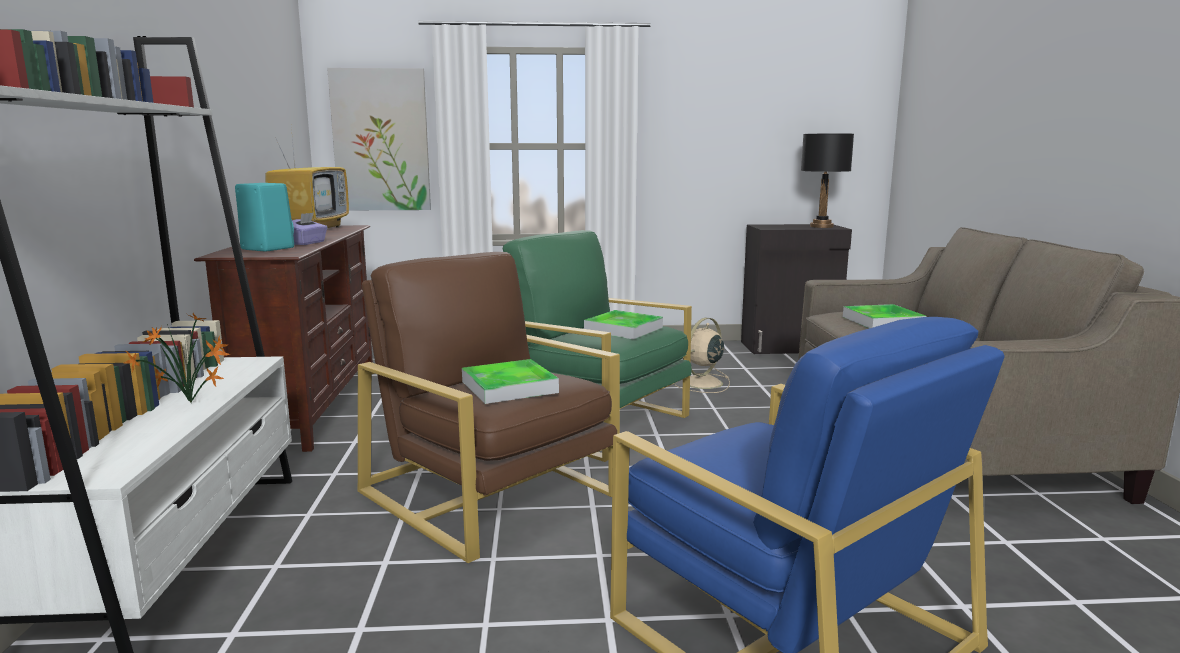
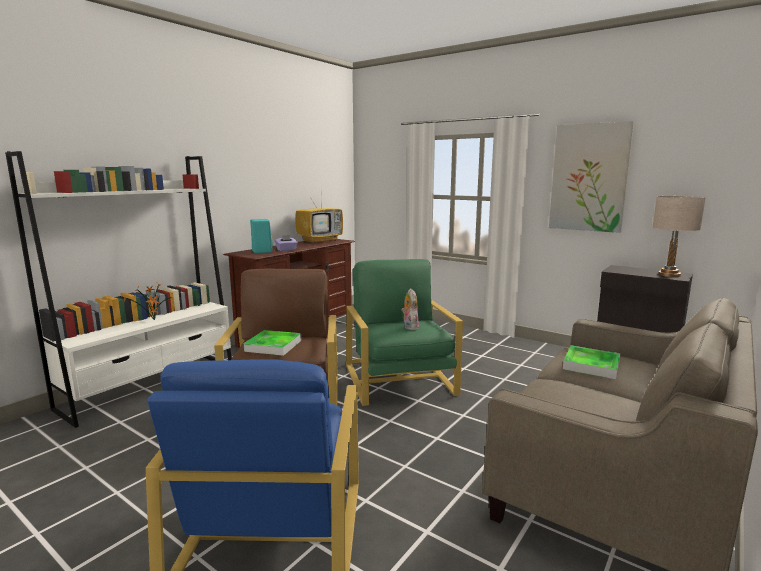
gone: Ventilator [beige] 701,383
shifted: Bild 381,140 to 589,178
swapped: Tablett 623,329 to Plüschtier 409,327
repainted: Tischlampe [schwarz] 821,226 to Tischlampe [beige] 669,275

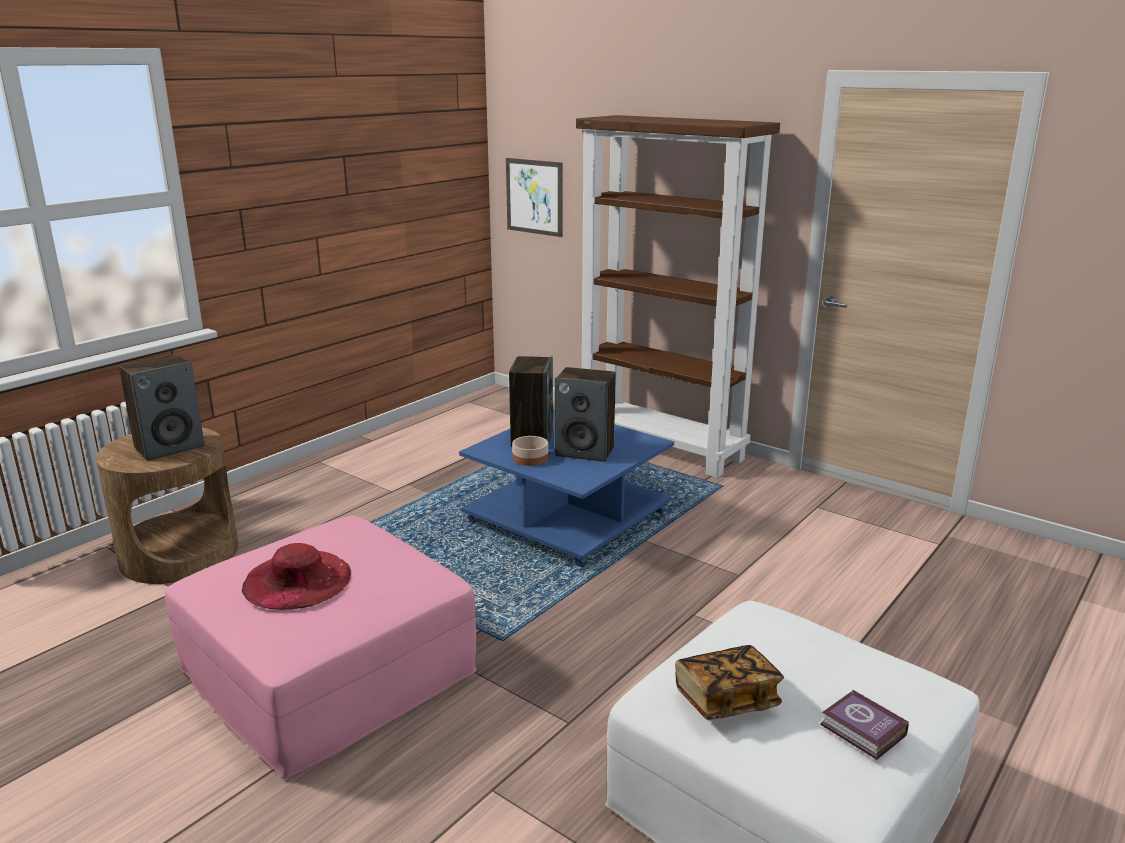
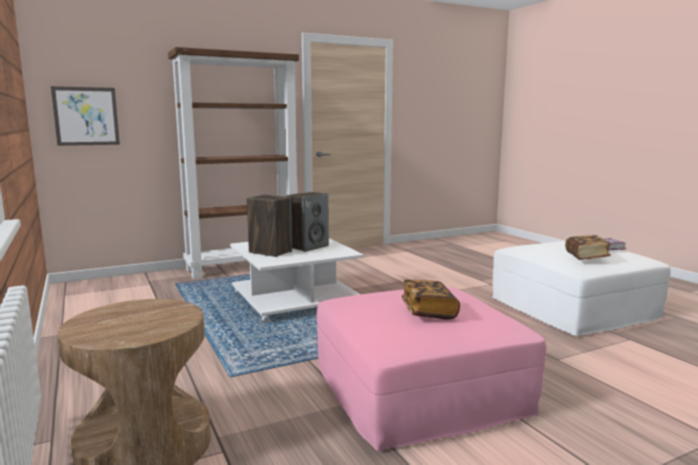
gone: Lautsprecher 169,447; Schüssel 529,458
swapped: Hut [rot] 297,580 to Buch 428,312
repainted: Couchtisch [blau] 567,516 to Couchtisch [weiß] 293,299

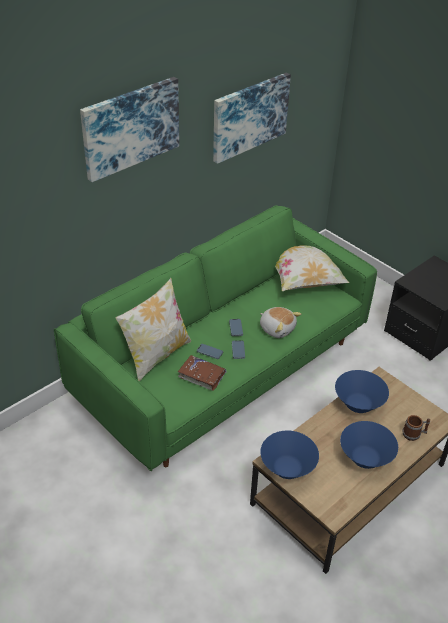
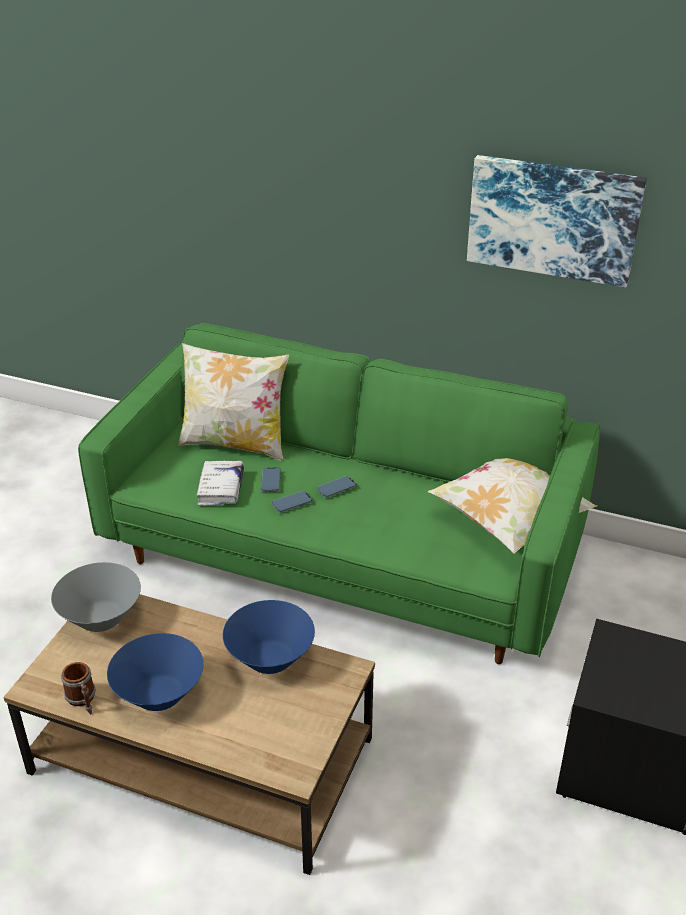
gone: Bild 130,127; Plüschtier 277,328
shifted: Henkelbecher 414,434 to 83,700
repainted: Buch [braun] 202,375 to Buch [weiß] 221,488; Schüssel [blau] 287,468 to Schüssel [grau] 101,618

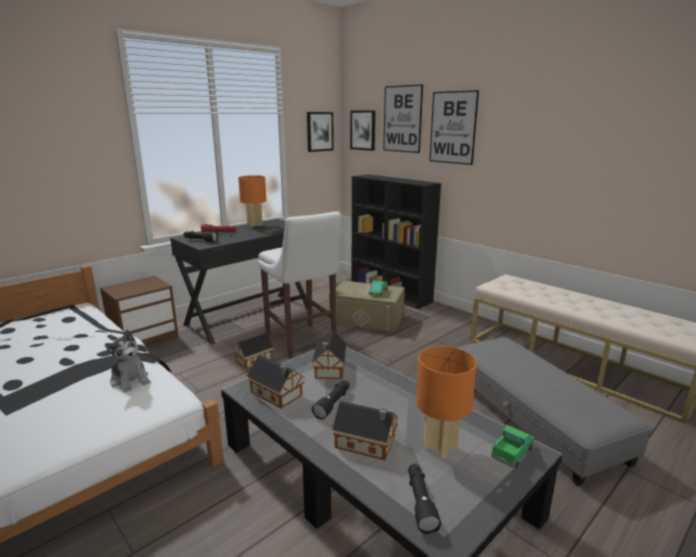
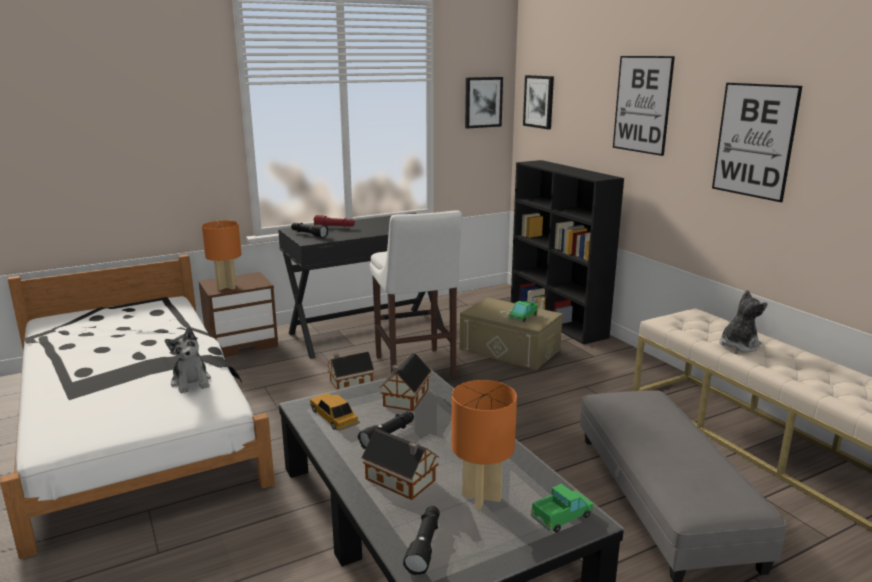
new: Plüschtier 738,345
shifted: Tischlampe [orange] 254,225 to 226,287; Bild 402,119 to 754,140
swapped: Spielzeughaus 277,394 to Spielzeugauto 333,417

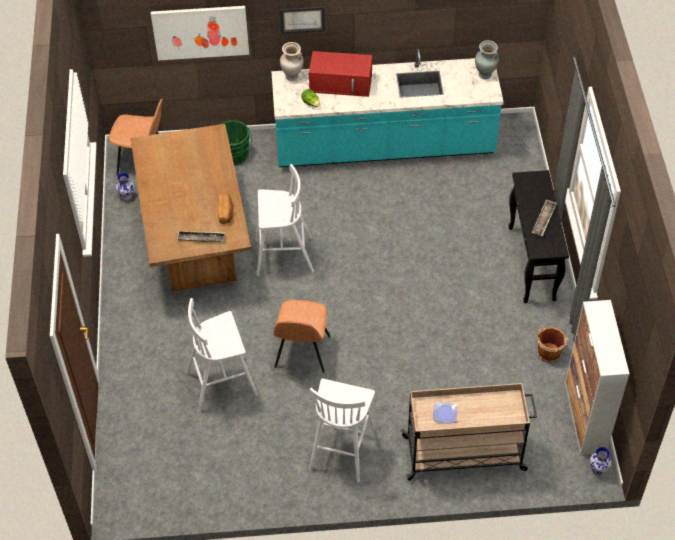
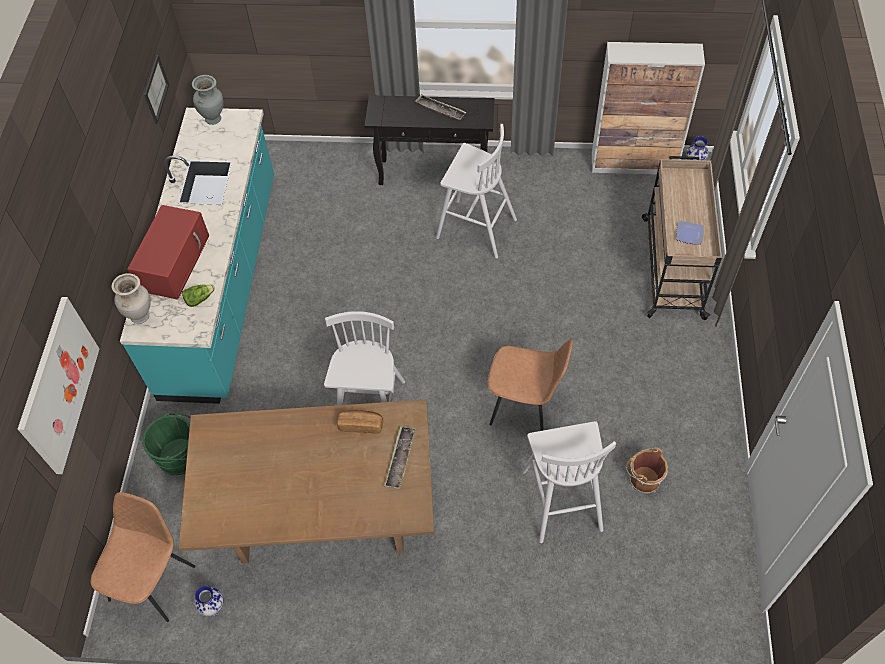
shifted: Bild 302,19 to 156,89; Hocker [weiß] 342,448 to 475,228; Eimer [braun] 549,352 to 643,479

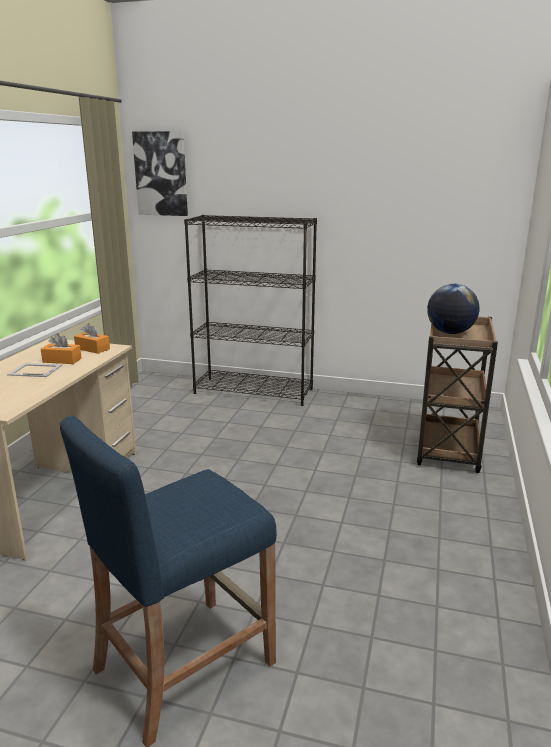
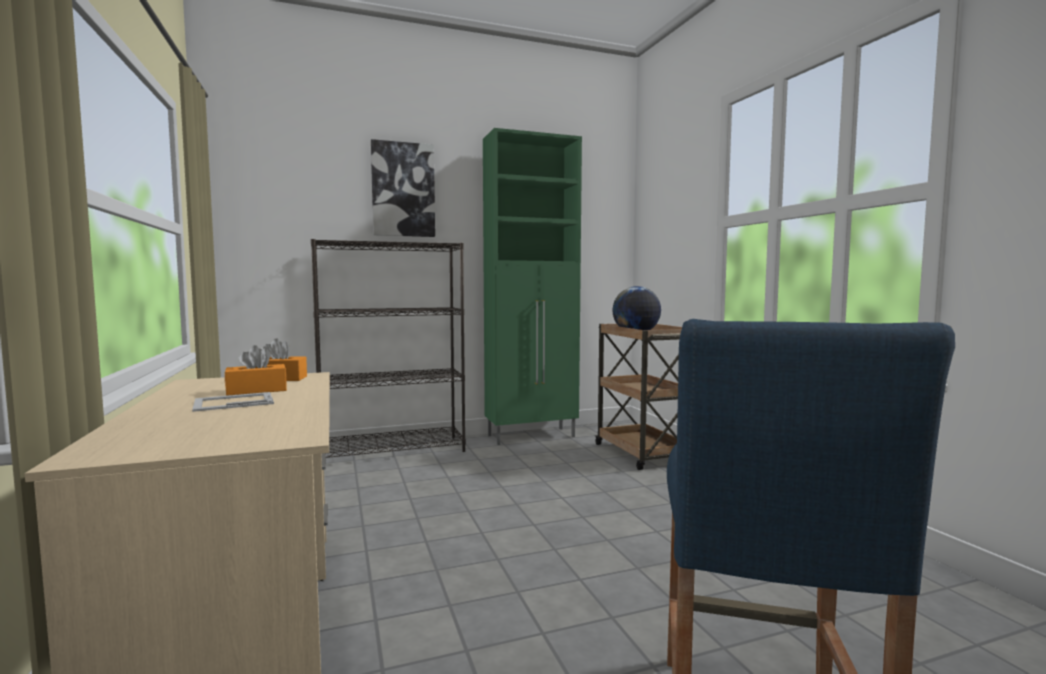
new: Schrank [grün] 532,436
shifted: Bild 161,174 to 403,190

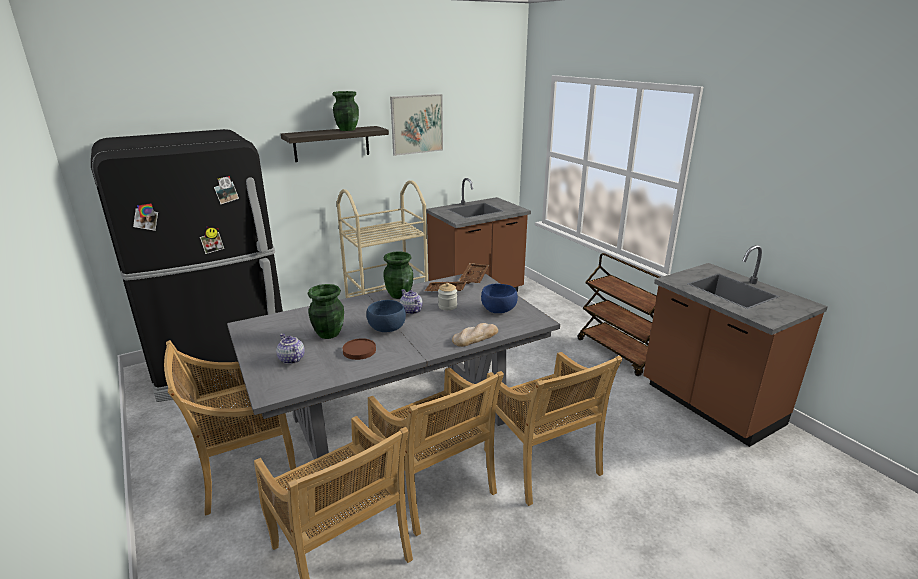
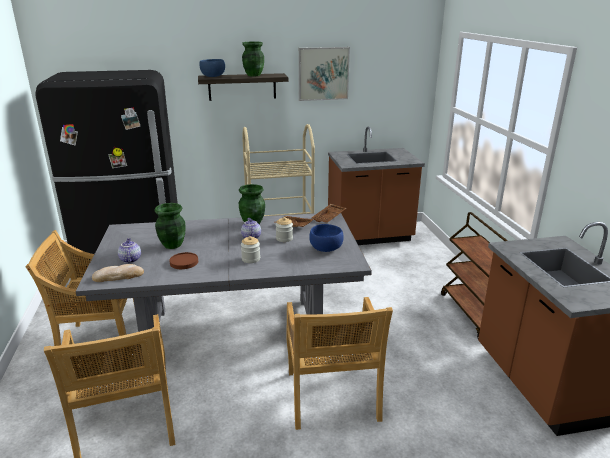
gone: Stuhl [beige] 435,487
new: Vorratsglas 251,259
shifted: Schüssel [blau] 387,328 to 213,76; Brot 475,337 to 118,276

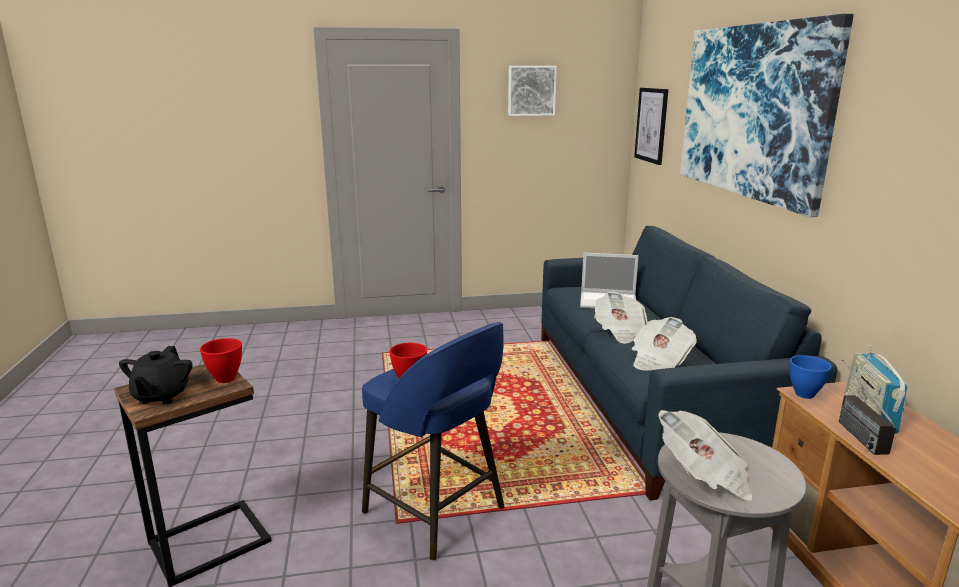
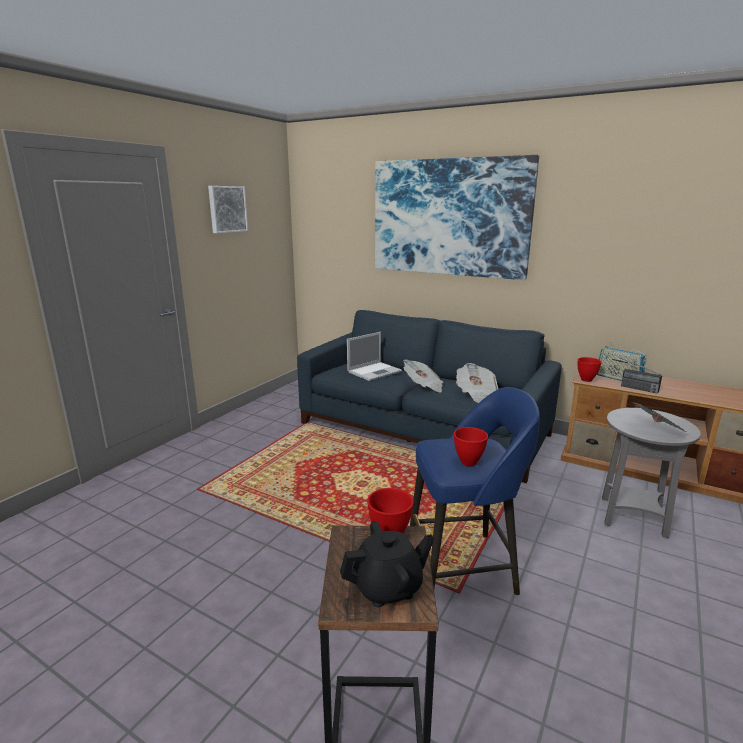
gone: Bild 651,125
repainted: Schüssel [blau] 805,394 to Schüssel [rot] 586,379
rotated: Teekanne [schwarz] 161,396 = 388,587 60 degrees counterclockwise

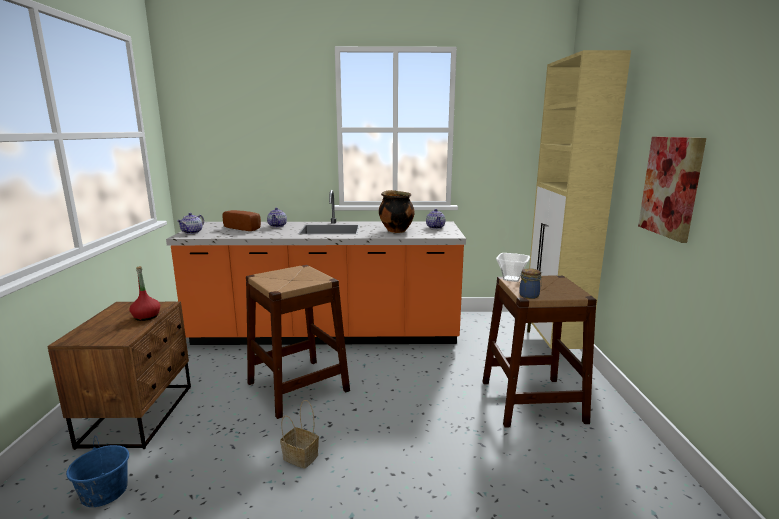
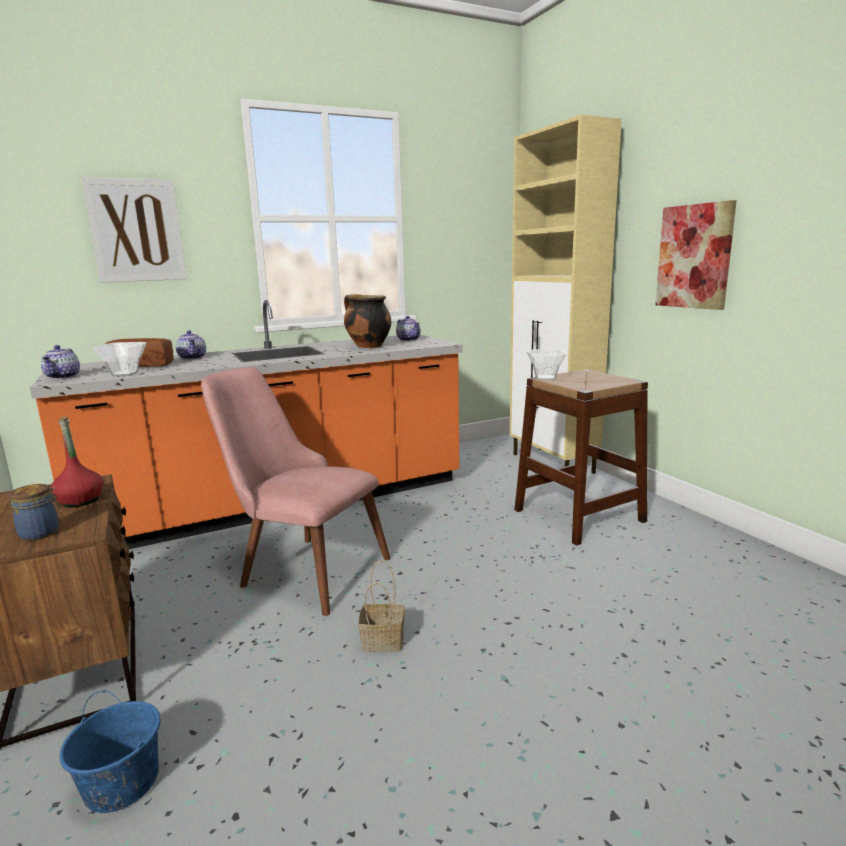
new: Bild 136,230; Schüssel 125,374
shifted: Vorratsglas 530,295 to 41,533
swapped: Hocker [braun] 298,386 to Stuhl [rosa] 301,568

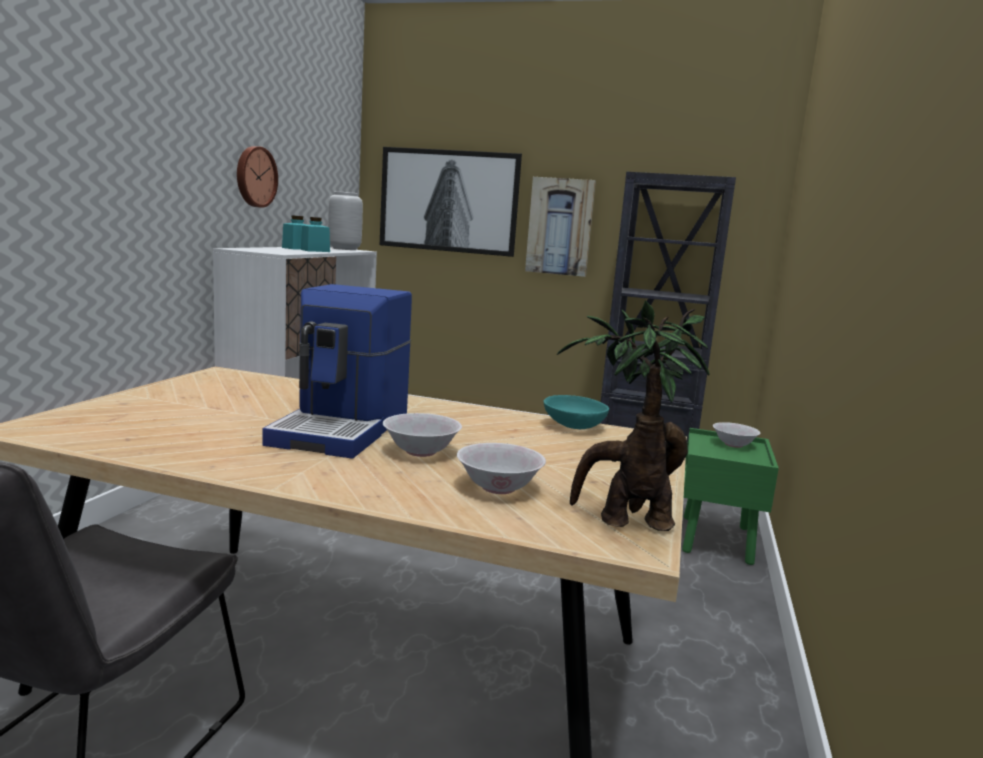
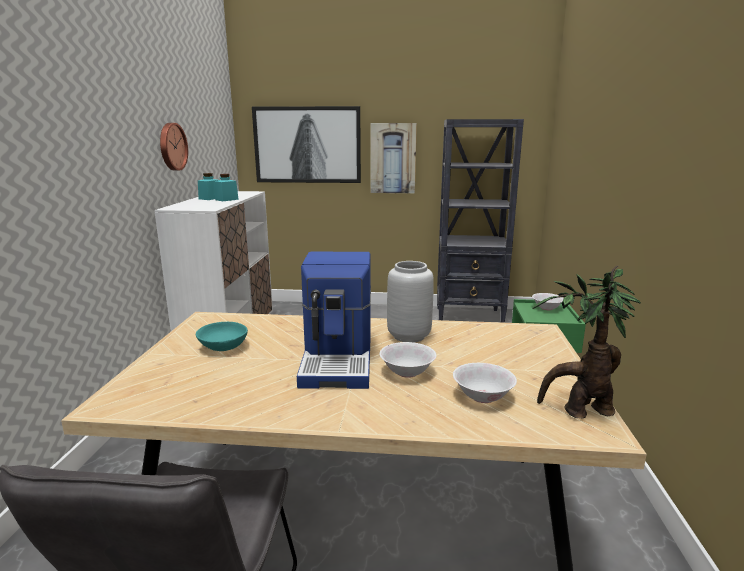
shifted: Vase [grau] 345,249 to 409,336; Schüssel [türkis] 574,426 to 224,347

